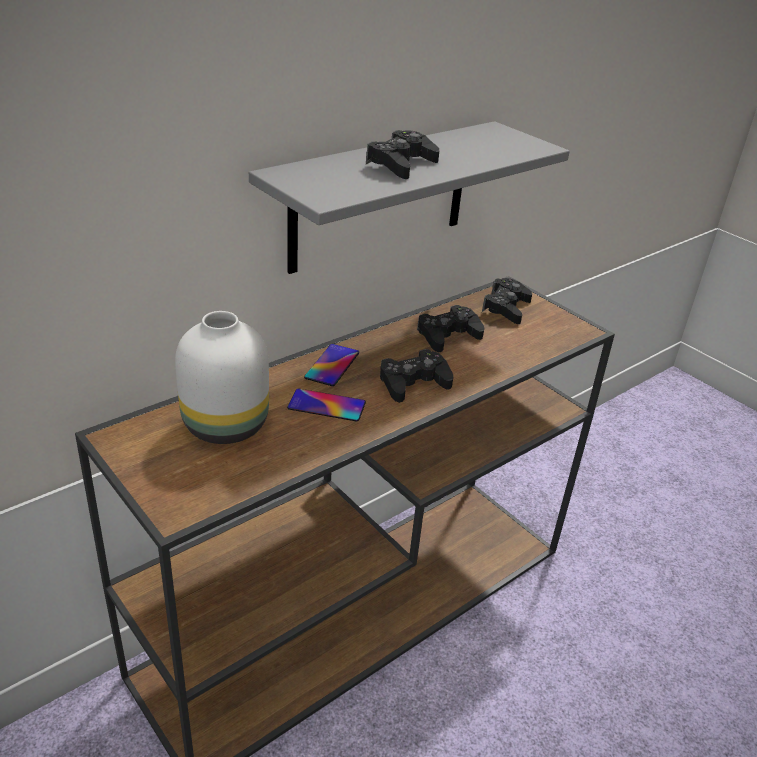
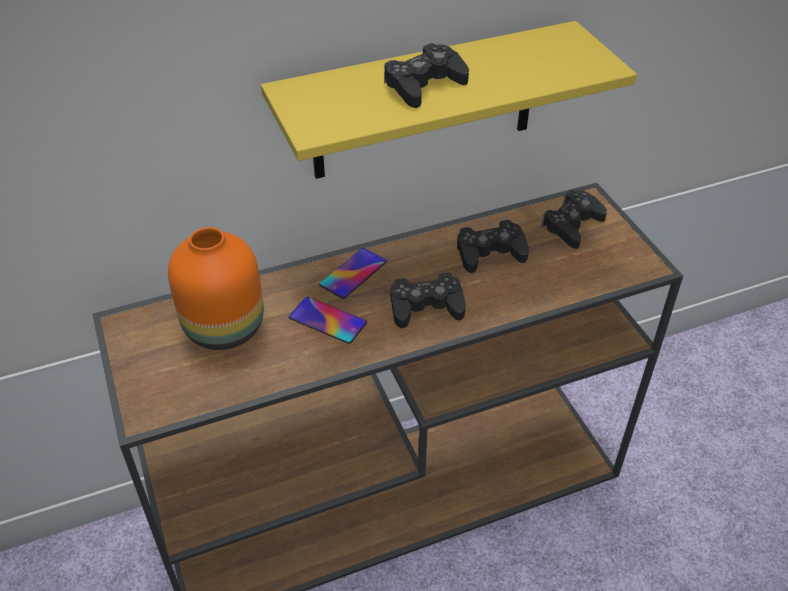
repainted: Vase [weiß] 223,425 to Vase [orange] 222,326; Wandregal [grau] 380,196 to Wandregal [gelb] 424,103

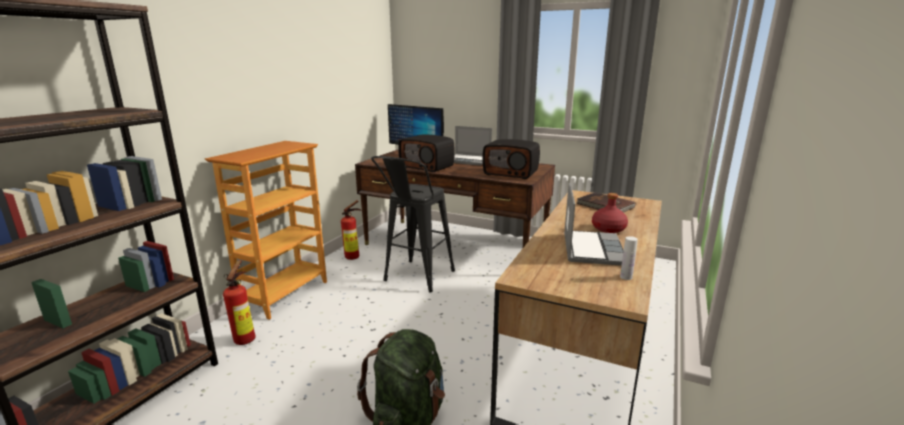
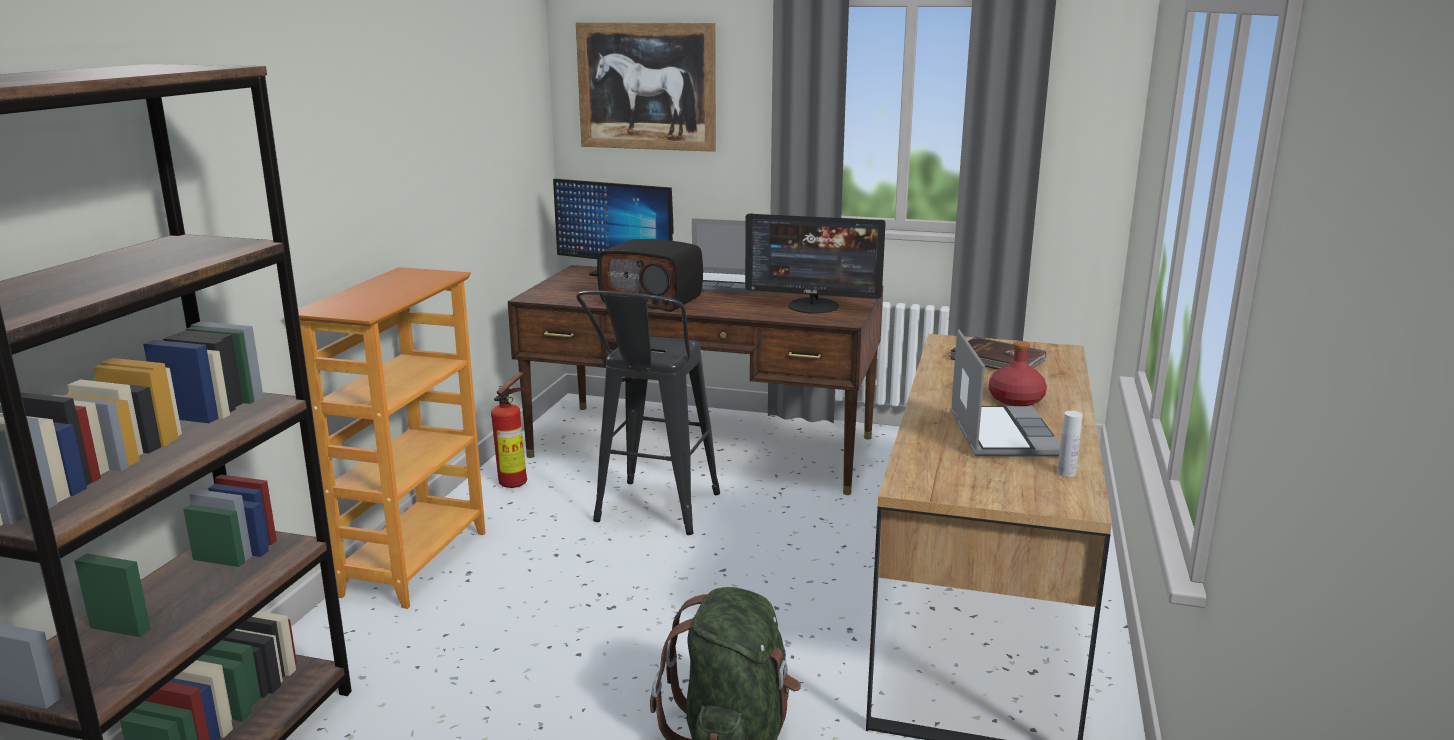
gone: Feuerlöscher 247,338
new: Bild 646,86
swapped: Radio 511,173 to Monitor 813,306

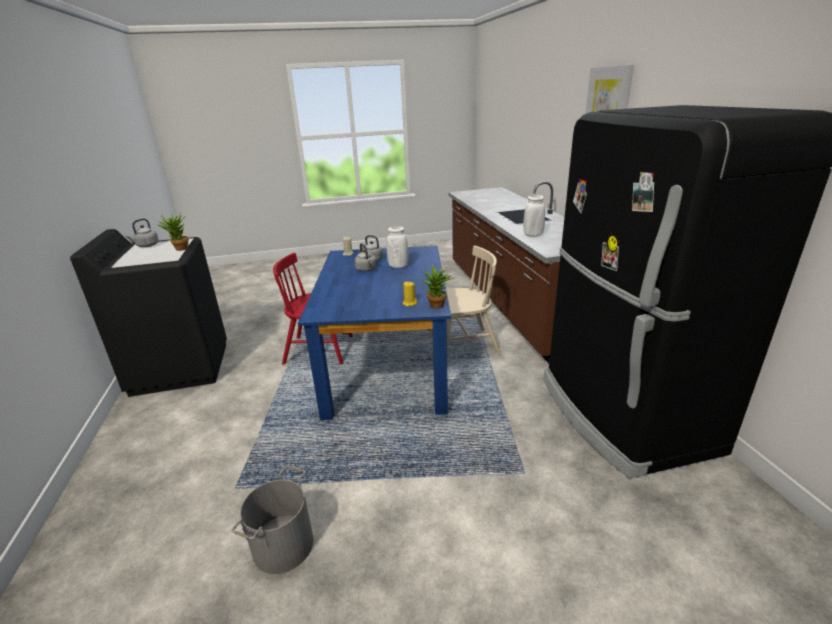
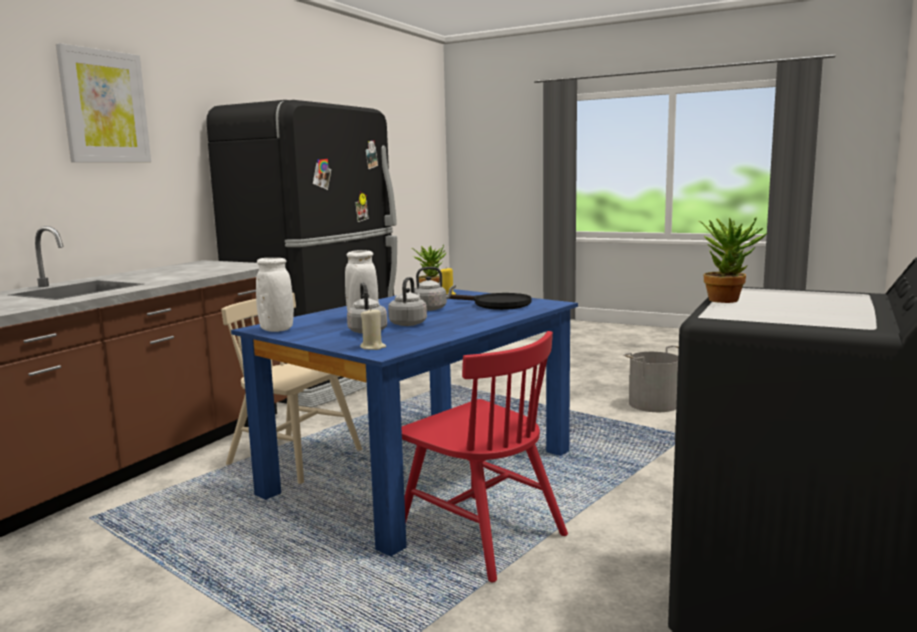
new: Pfanne [schwarz] 494,304
shifted: Wasserkessel [grau] 146,246 to 431,309; Vase [weiß] 533,235 to 277,330

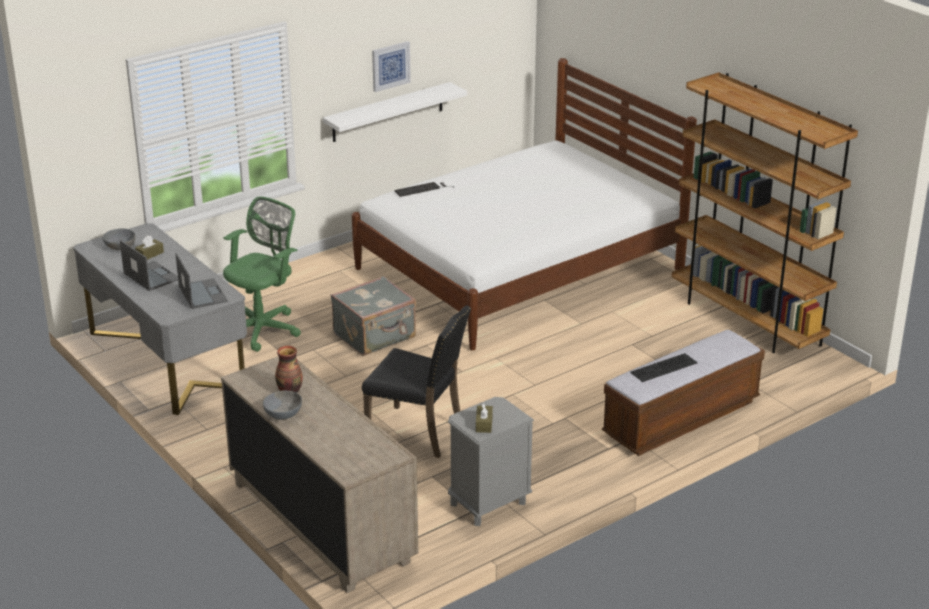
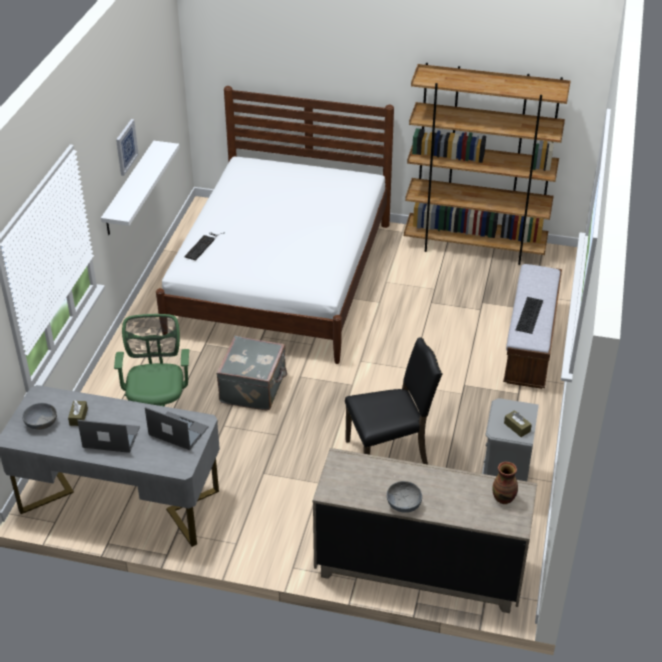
shifted: Vase 290,391 to 504,498

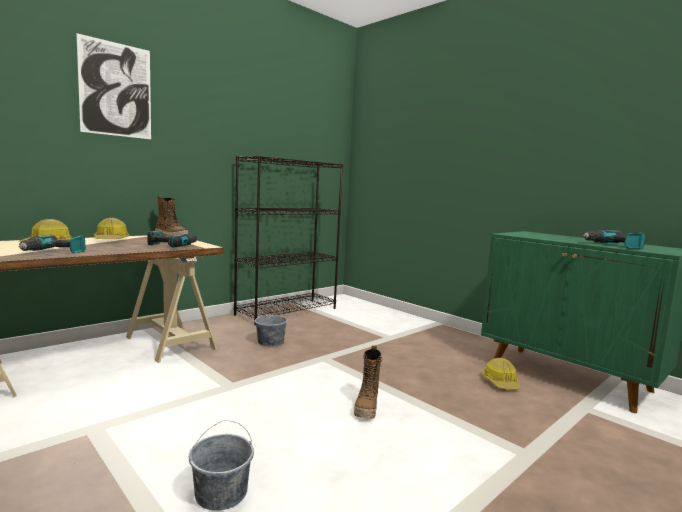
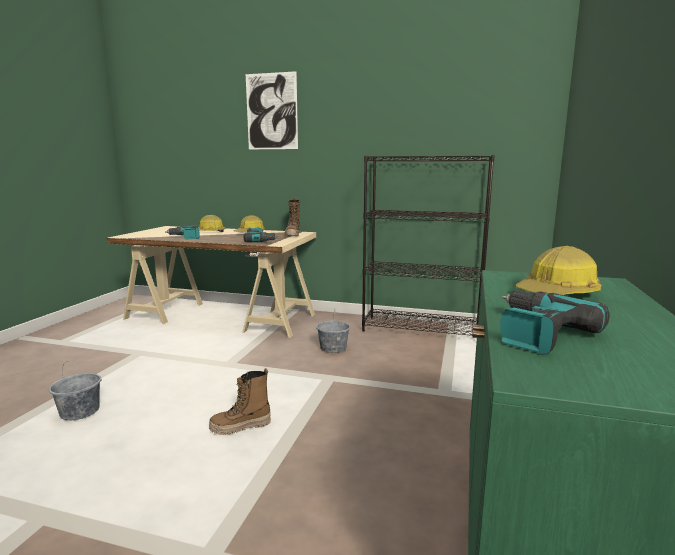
shifted: Schutzhelm 501,383 to 557,293

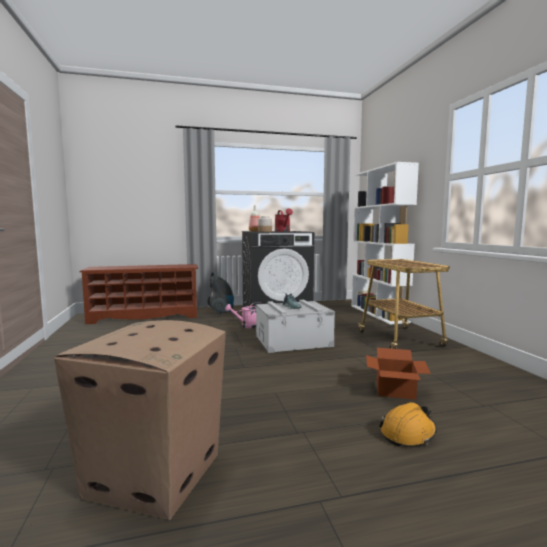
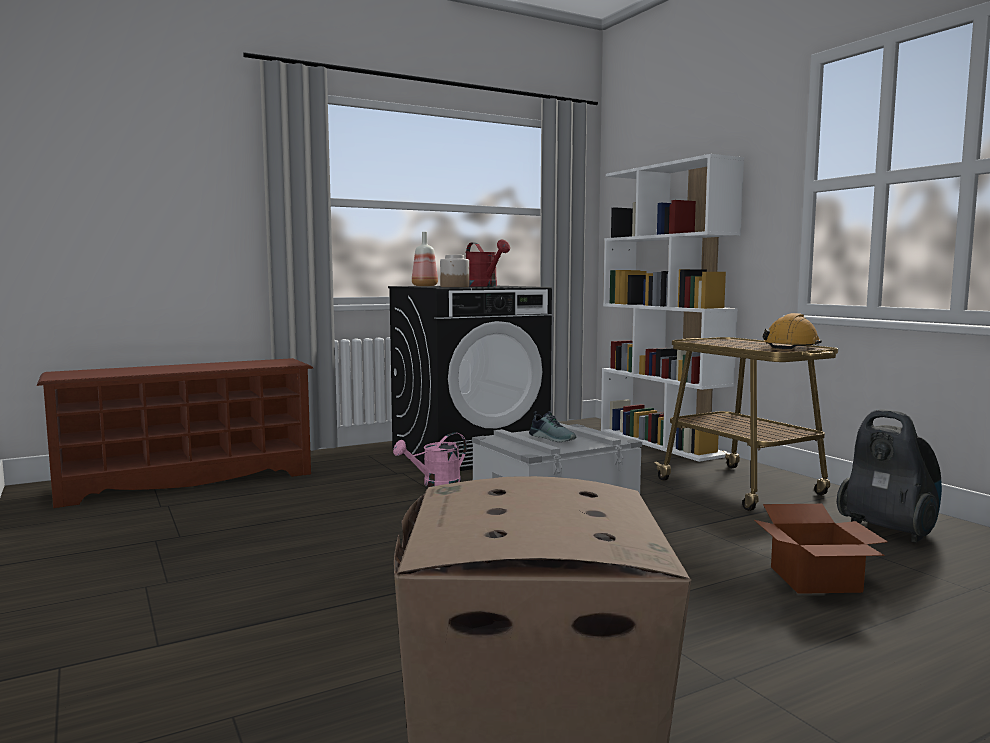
shifted: Staubsauger 221,312 to 889,530; Schutzhelm [orange] 408,433 to 792,346

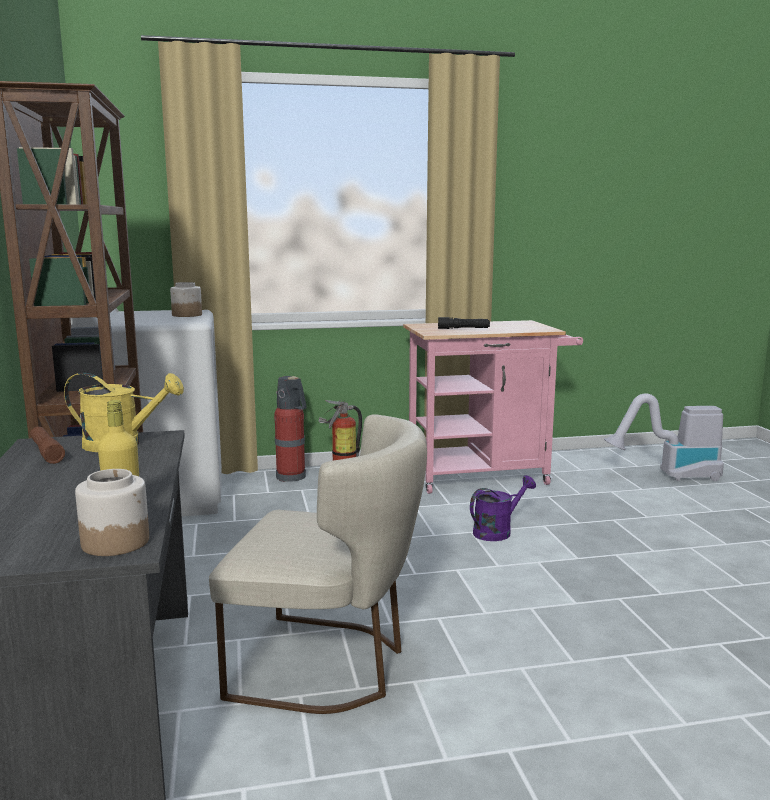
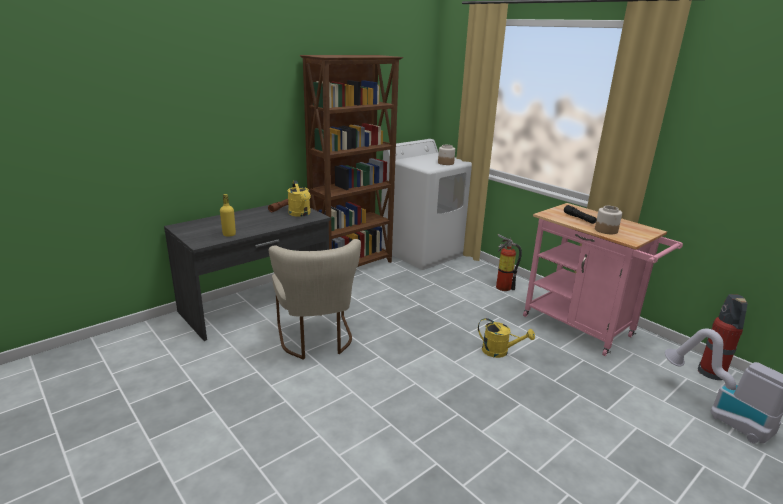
shifted: Vorratsglas 115,542 to 606,230; Feuerlöscher 292,477 to 712,373
repainted: Gießkanne [lila] 497,531 to Gießkanne [gelb] 500,352

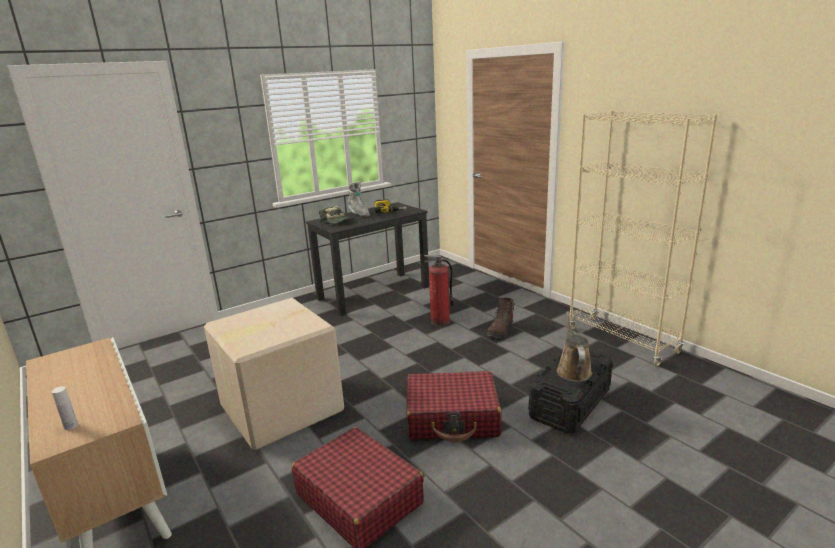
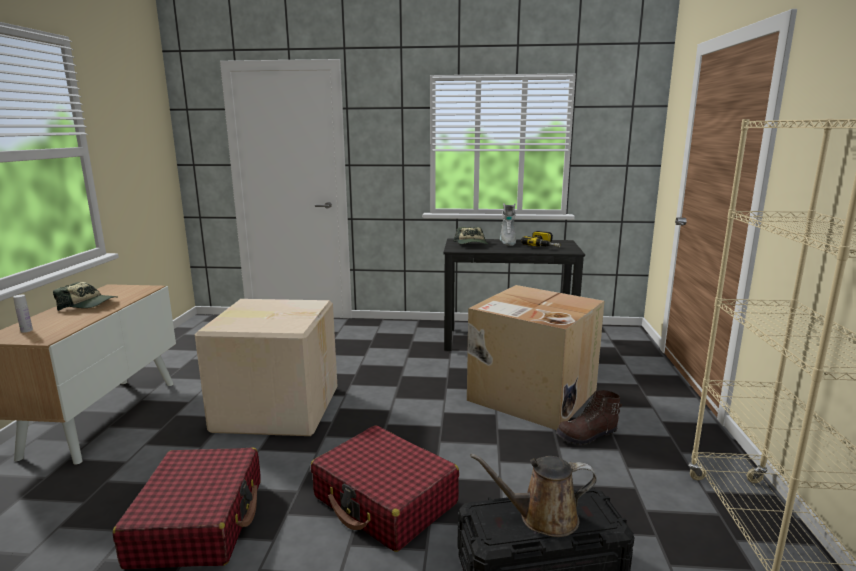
new: Kappe 89,305
swapped: Feuerlöscher 440,322 to Karton 530,395
rotated: Gießkanne [braun] 573,370 = 542,517 135 degrees counterclockwise

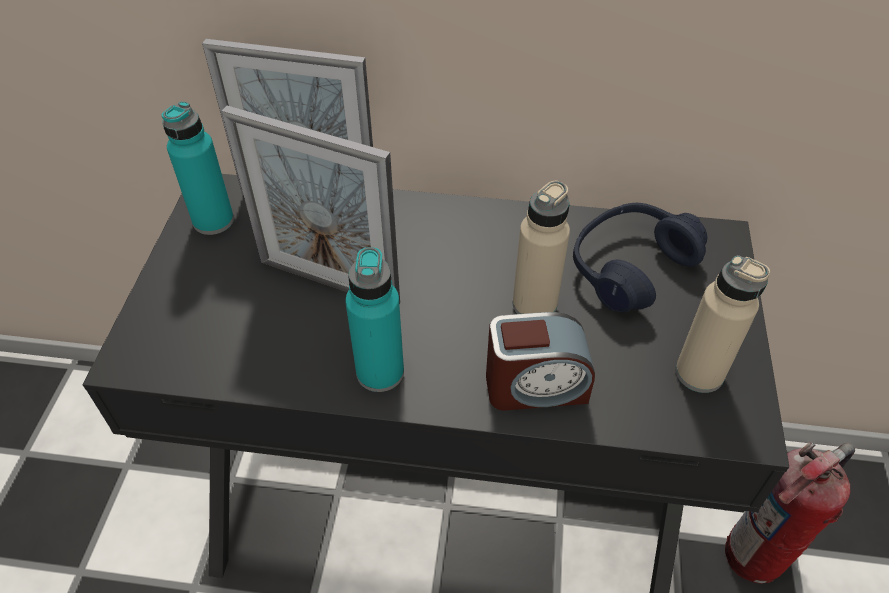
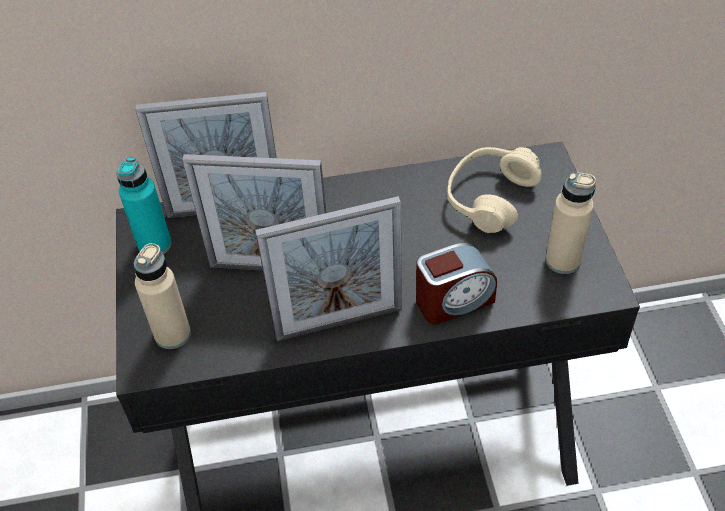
gone: Feuerlöscher 755,556
shifted: Flasche [beige] 534,304 to 172,334
swapped: Flasche [türkis] 380,372 to Bilderrahmen 339,322
repainted: Kopfhörer [blau] 630,267 to Kopfhörer [beige] 490,197

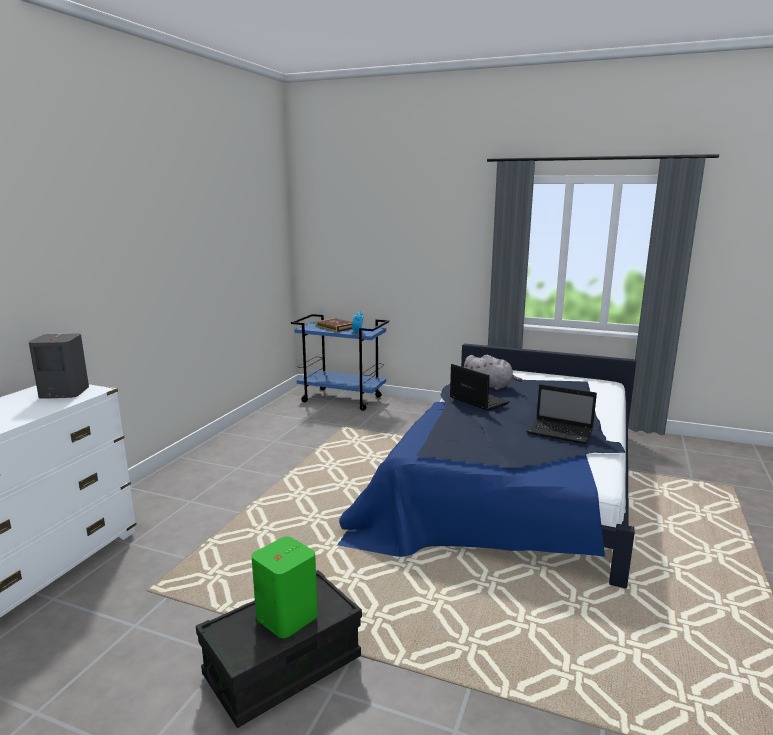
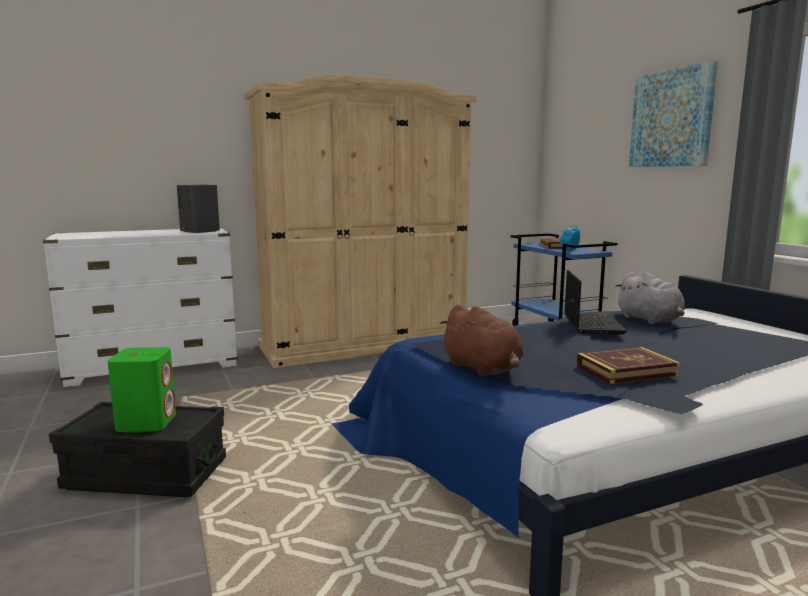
new: Kleiderschrank [beige] 365,344; Plüschtier [braun] 483,369; Bild 671,118
swapped: Laptop 561,432 to Buch 626,370

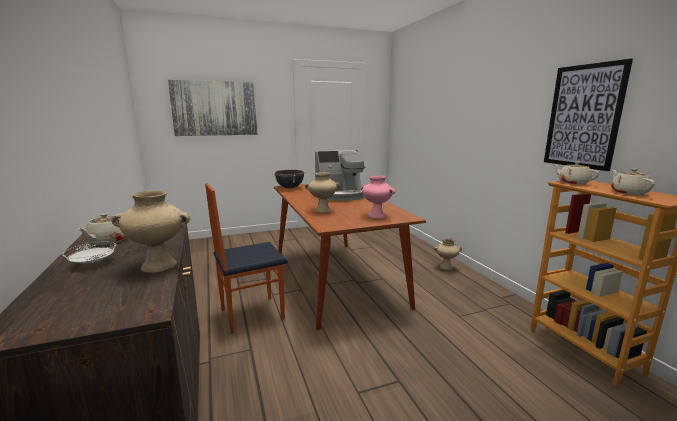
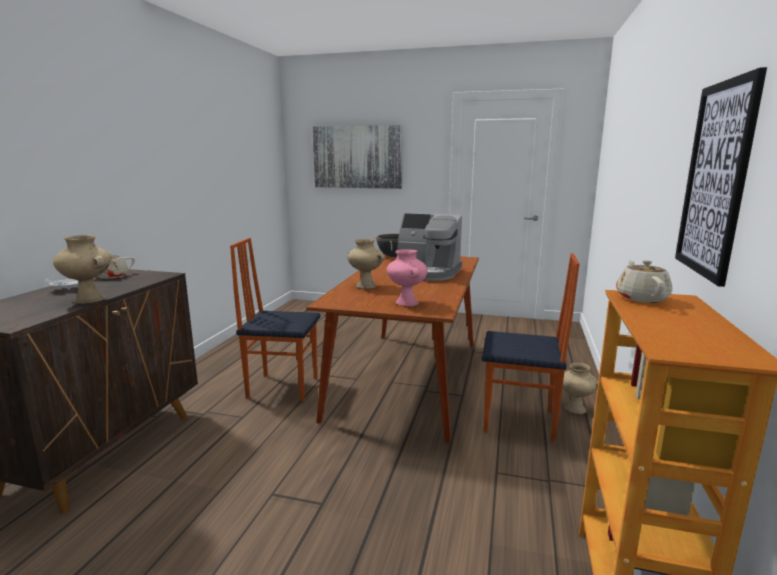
gone: Teekanne [beige] 628,193
new: Stuhl 519,422

